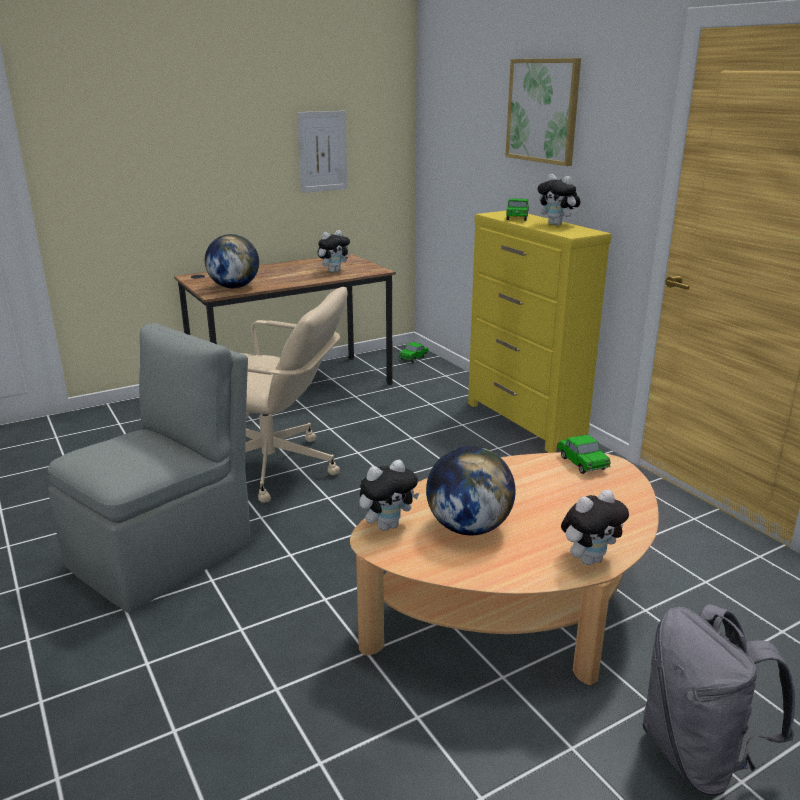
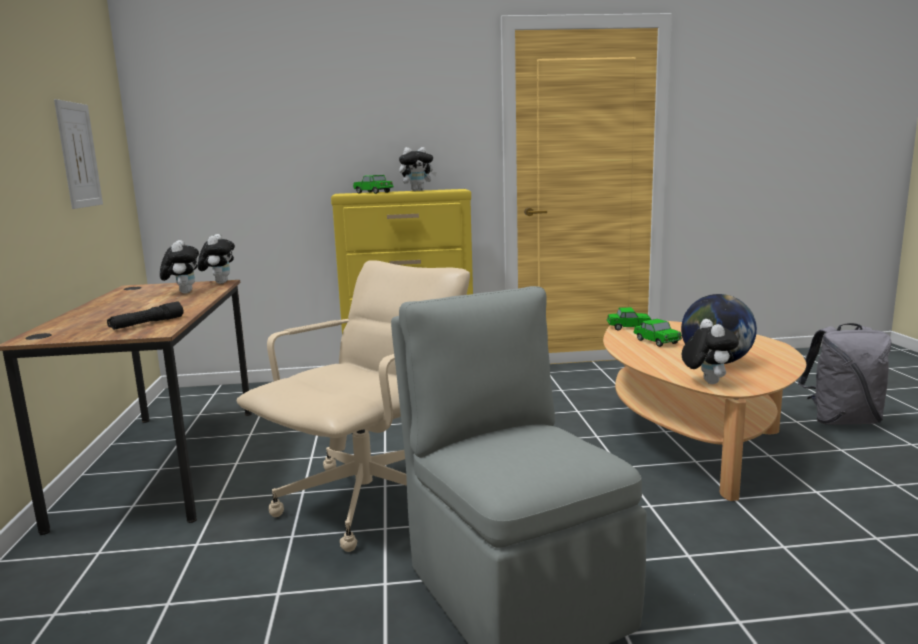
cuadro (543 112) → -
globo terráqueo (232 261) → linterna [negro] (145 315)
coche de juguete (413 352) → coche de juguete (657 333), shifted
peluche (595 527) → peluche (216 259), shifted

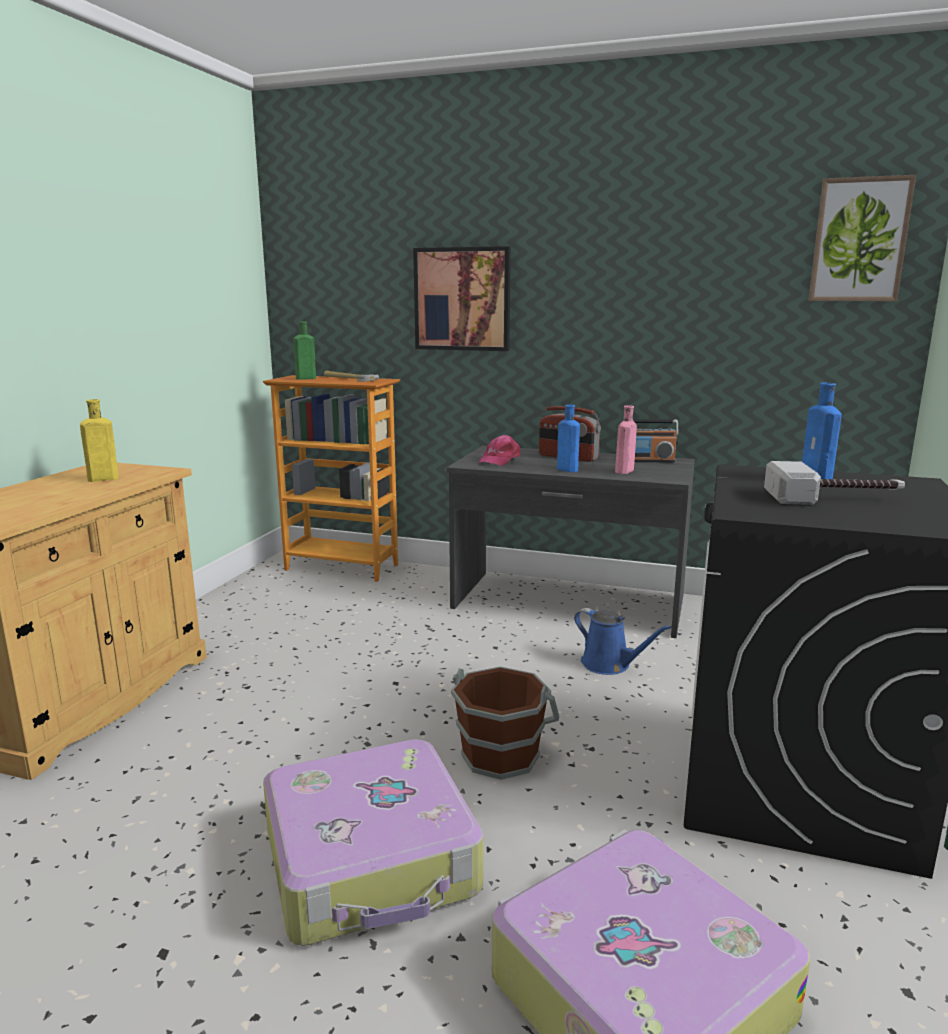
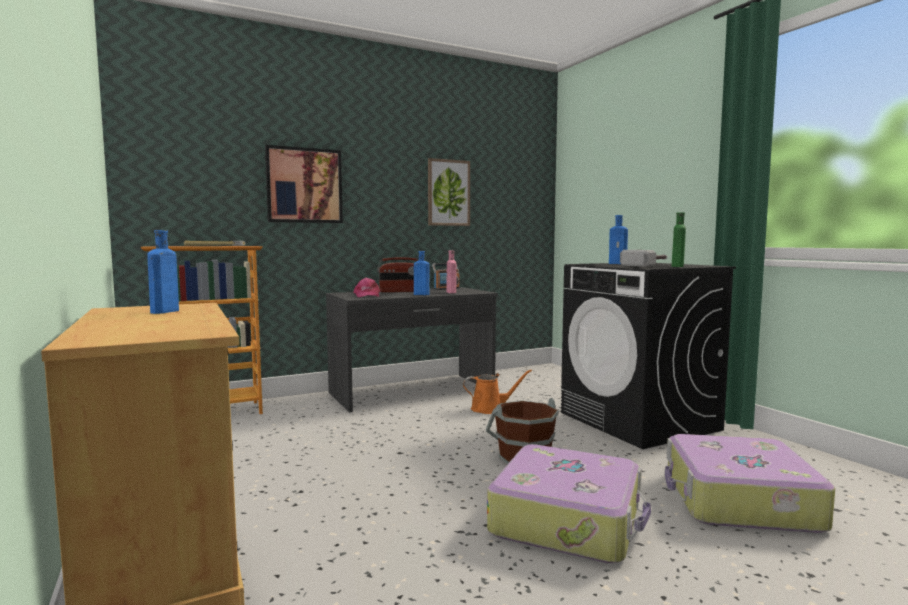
cuadro (862 238) → cuadro (449 192), shifted
botella [verde] (305 350) → botella [verde] (679 239), shifted
botella [amarillo] (99 440) → botella [azul] (163 272)
regadera [azul] (623 641) → regadera [naranja] (497 392)

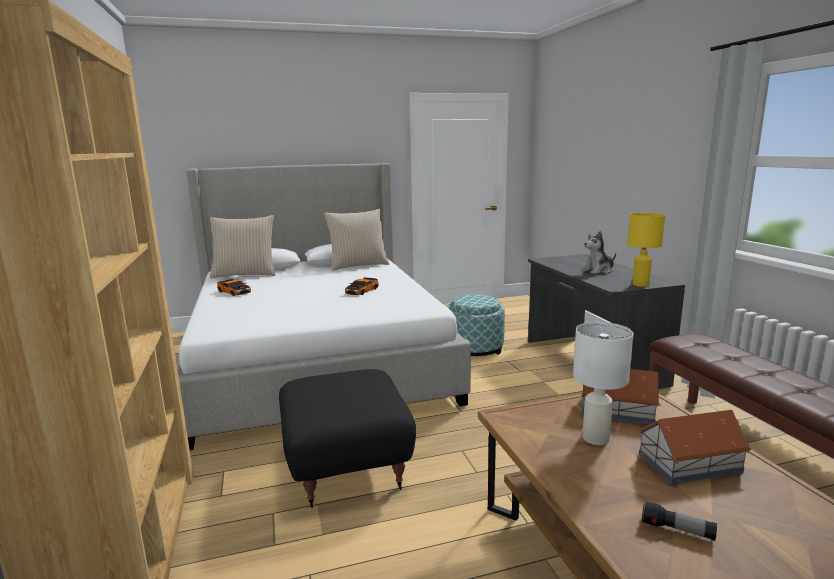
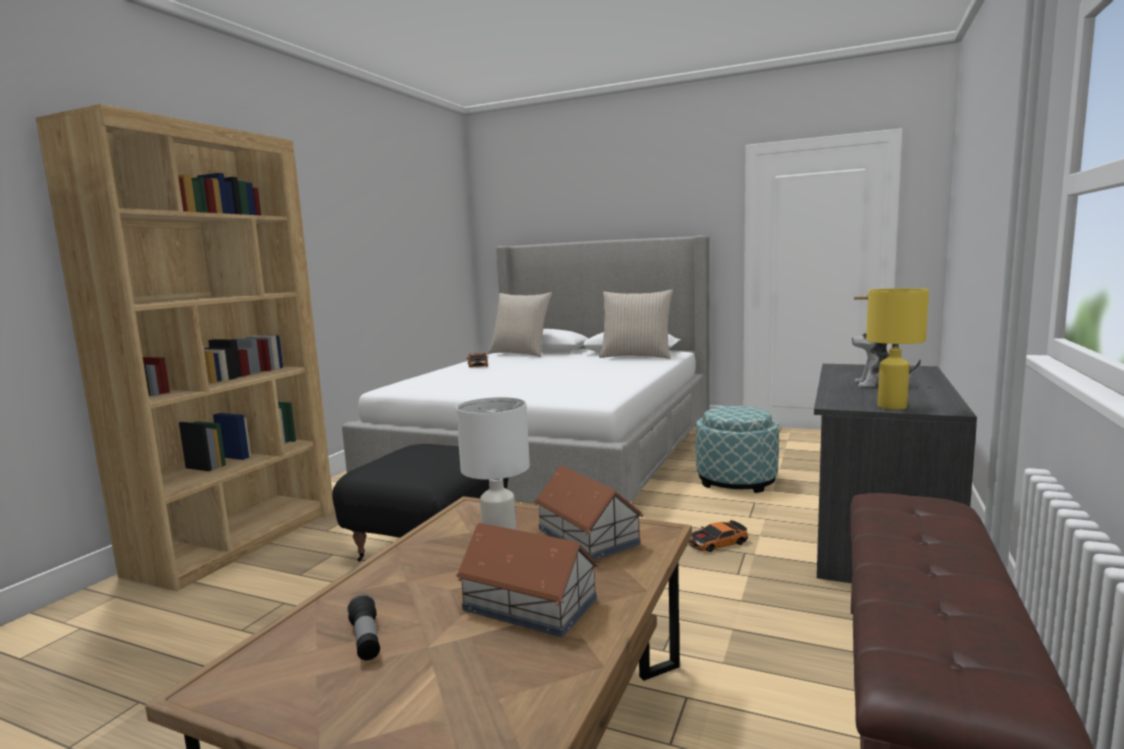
coche de juguete (361 286) → coche de juguete (718 536), shifted

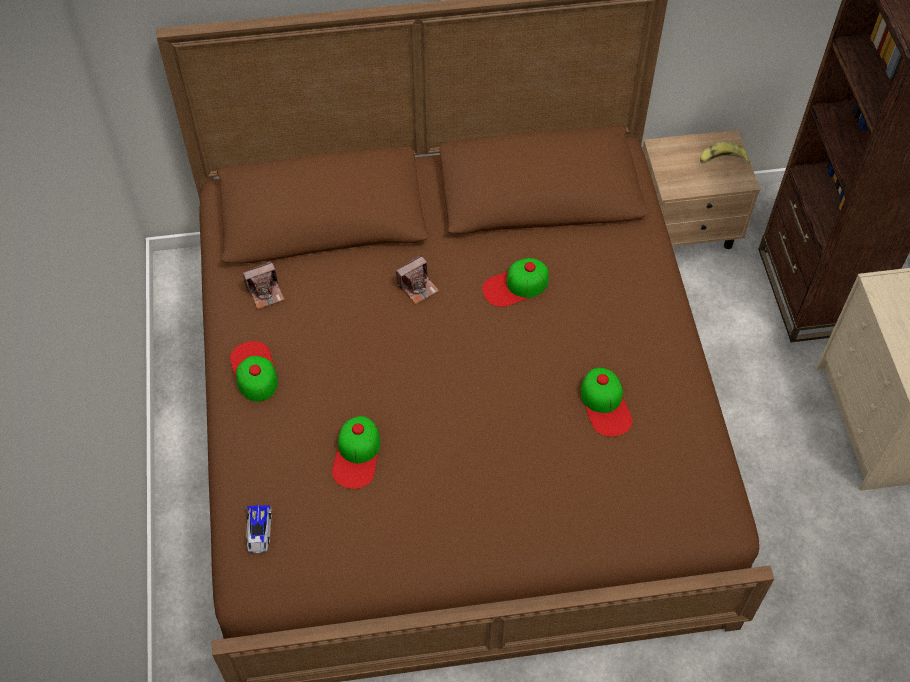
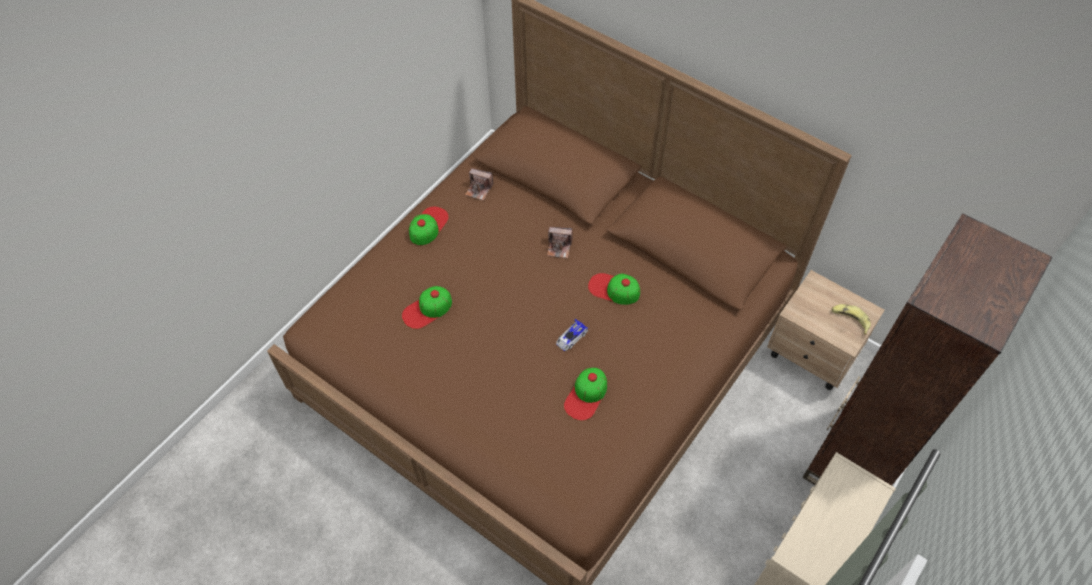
coche de juguete (259 529) → coche de juguete (572 335), shifted

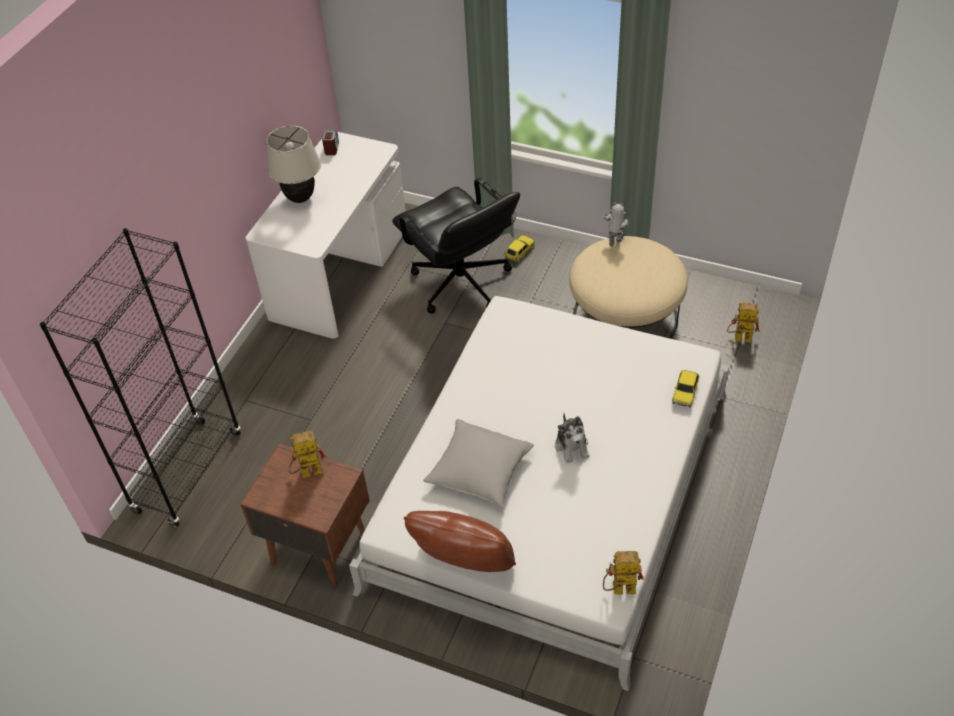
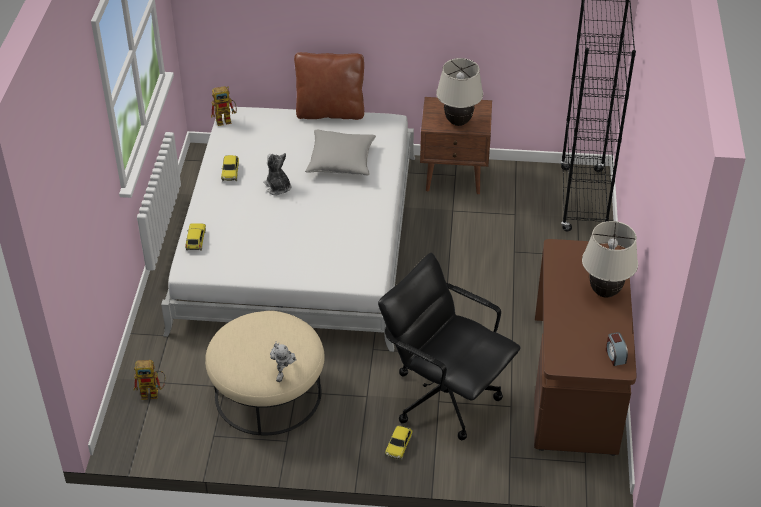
escritorio [blanco] (326 235) → escritorio [marrón] (585 347)
robot de juguete (308 454) → lámpara de mesa [beis] (459 92)
- → coche de juguete (230 168)

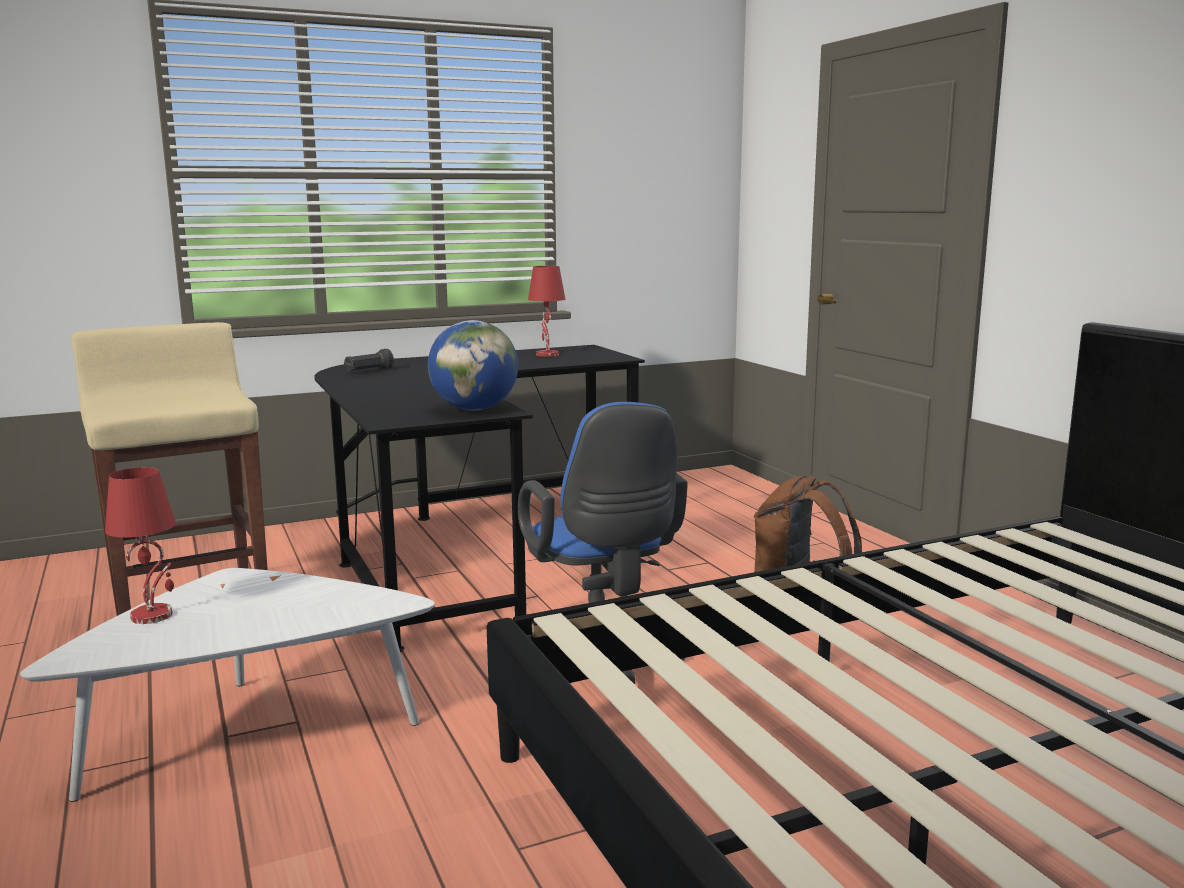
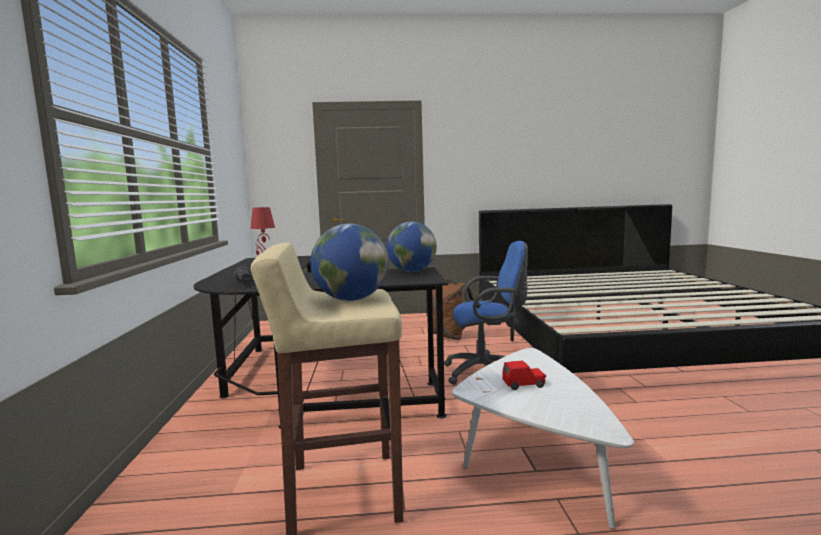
lámpara de mesa [rojo] (140 545) → -
- → globo terráqueo (349 262)
- → coche de juguete [rojo] (524 375)

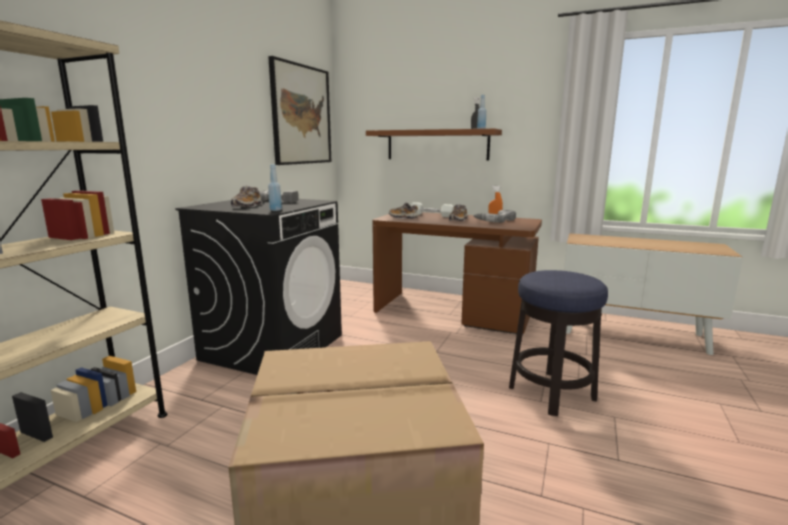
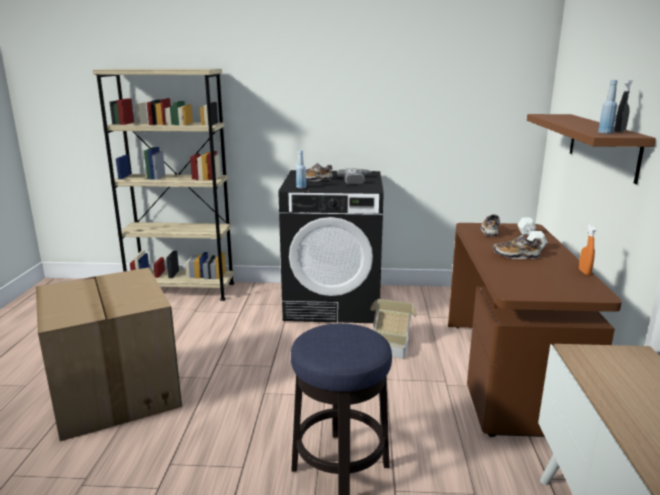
cuadro (299 110) → -
taladro (494 216) → -
- → caja de cartón (393 329)

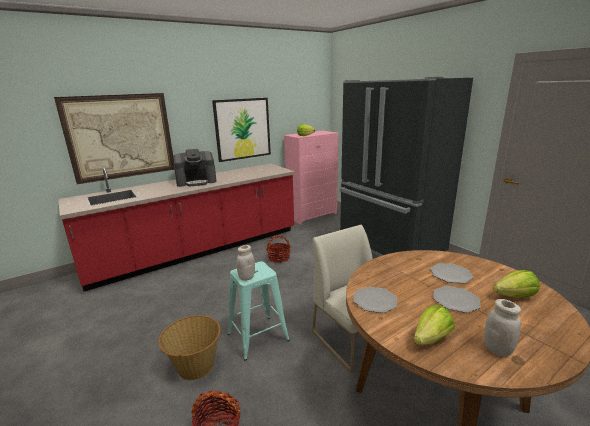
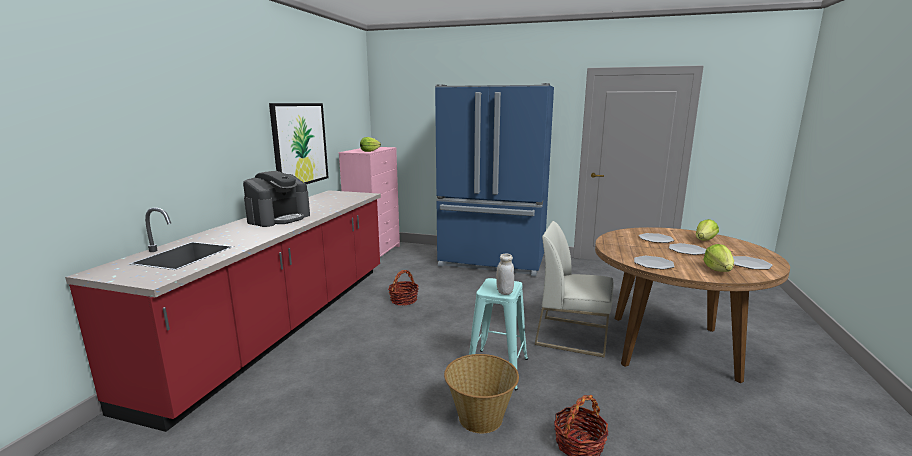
nevera [negro] (406 166) → nevera [azul] (494 180)
cuadro (114 138) → -
tarro [blanco] (502 328) → plato (753 262)

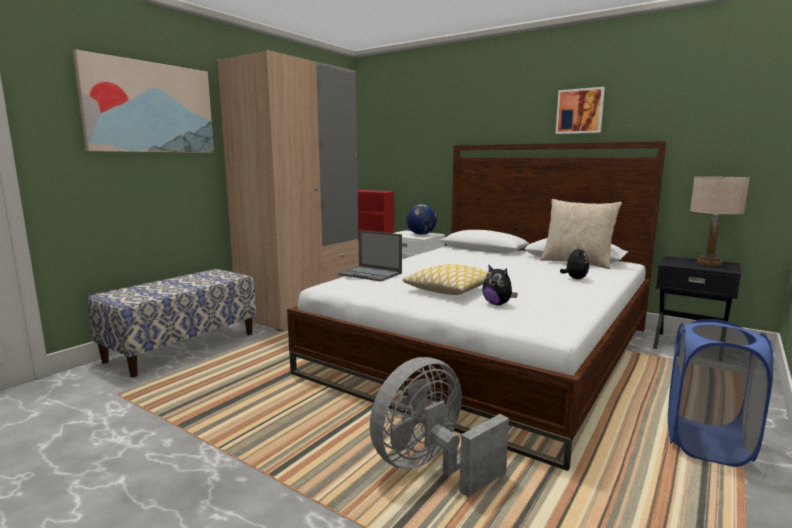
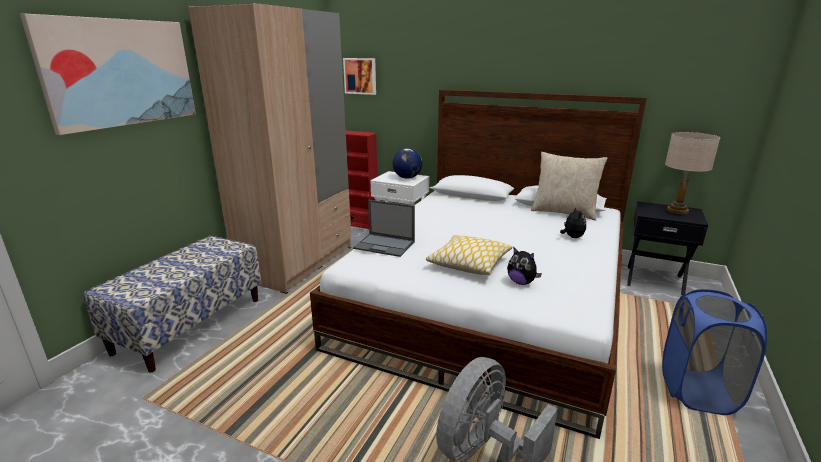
cuadro (580 110) → cuadro (359 76), shifted

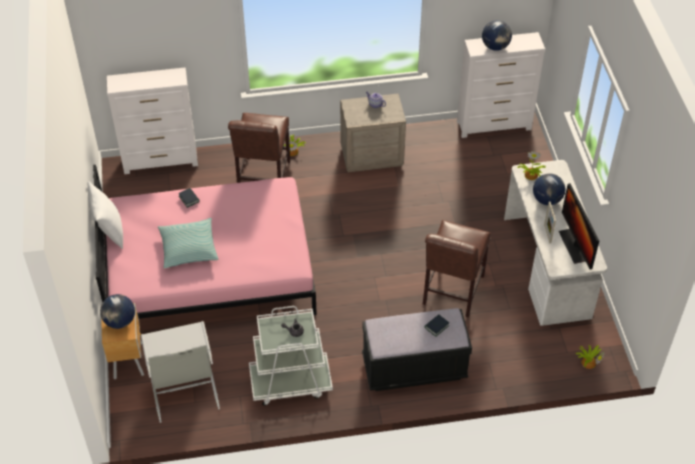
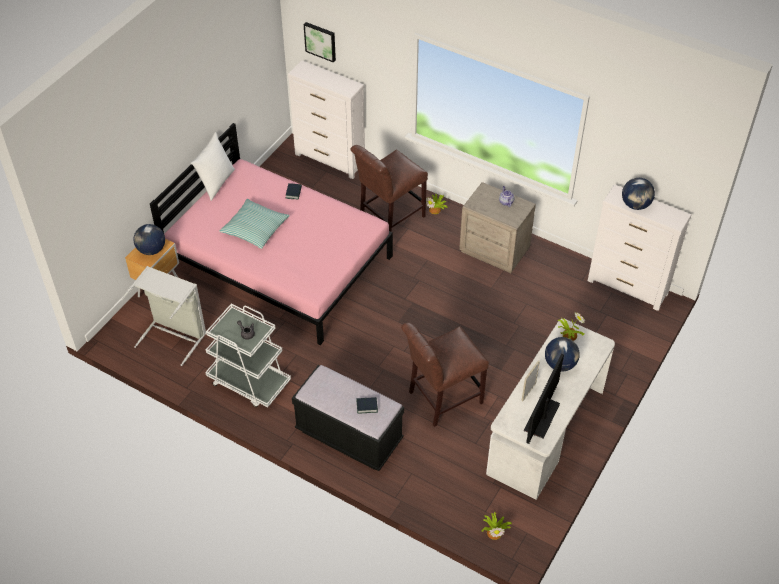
- → cuadro (320 42)

